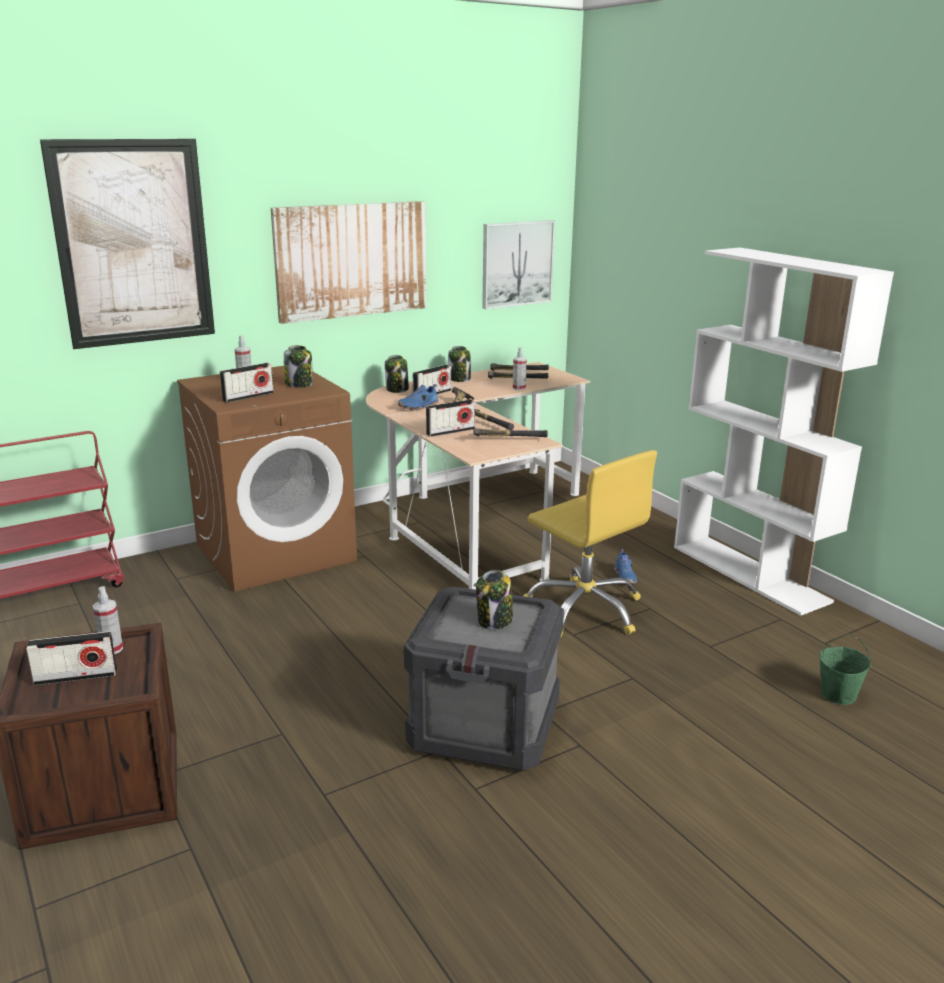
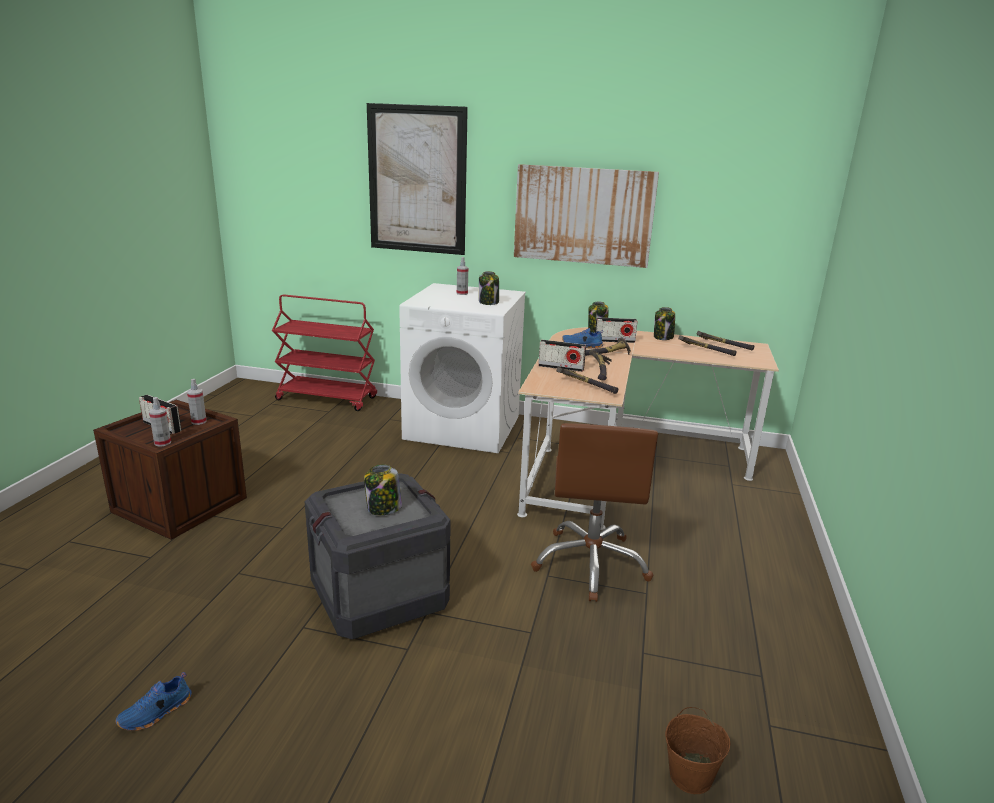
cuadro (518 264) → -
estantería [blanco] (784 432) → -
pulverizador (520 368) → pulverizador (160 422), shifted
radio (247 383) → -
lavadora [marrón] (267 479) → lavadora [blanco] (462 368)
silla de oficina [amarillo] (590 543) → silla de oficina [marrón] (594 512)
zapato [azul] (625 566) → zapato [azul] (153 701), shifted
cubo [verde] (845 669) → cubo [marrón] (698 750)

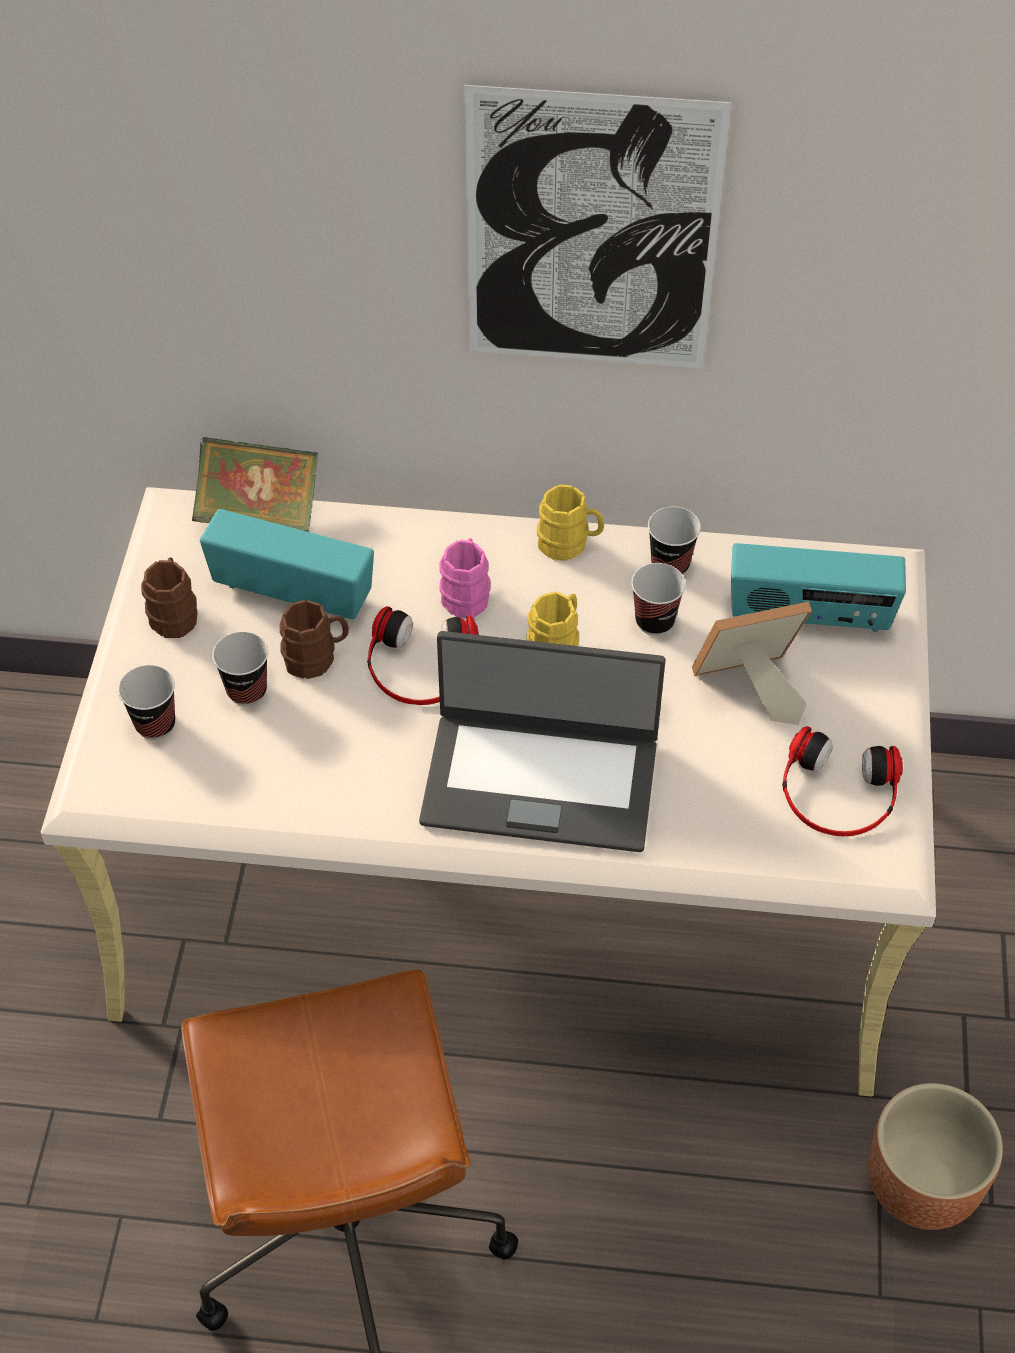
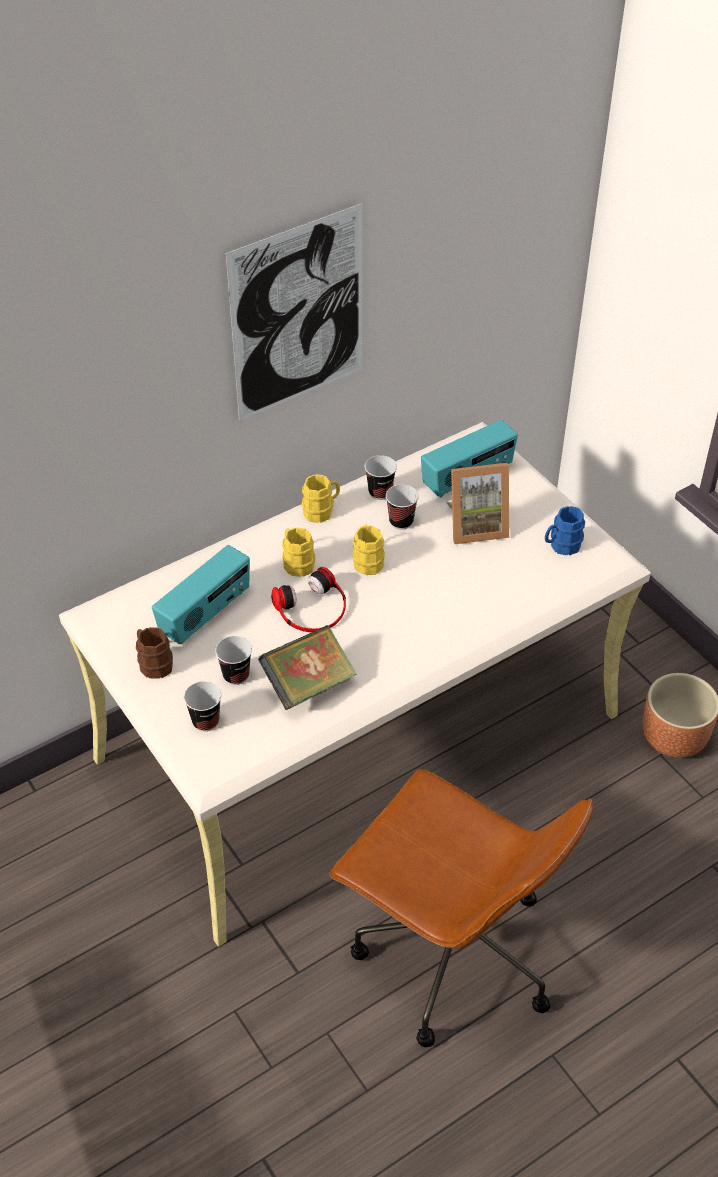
libro (255 484) → libro (307 667), shifted
radio (287 564) → radio (201 594), 150 degrees clockwise
taza grande [rosa] (465 578) → taza grande [amarillo] (298 552)
taza grande [marrón] (314 639) → -
portarretratos (752 663) → portarretratos (477 503), 135 degrees counterclockwise
portátil (542 741) → -
auriculares (842 781) → taza grande [azul] (565 531)

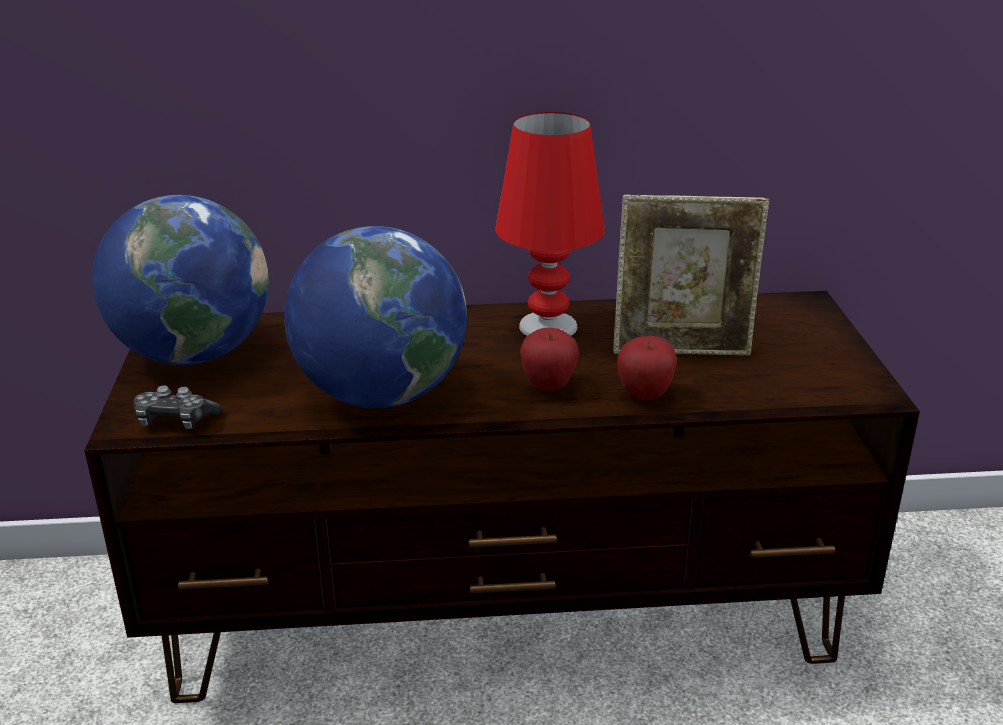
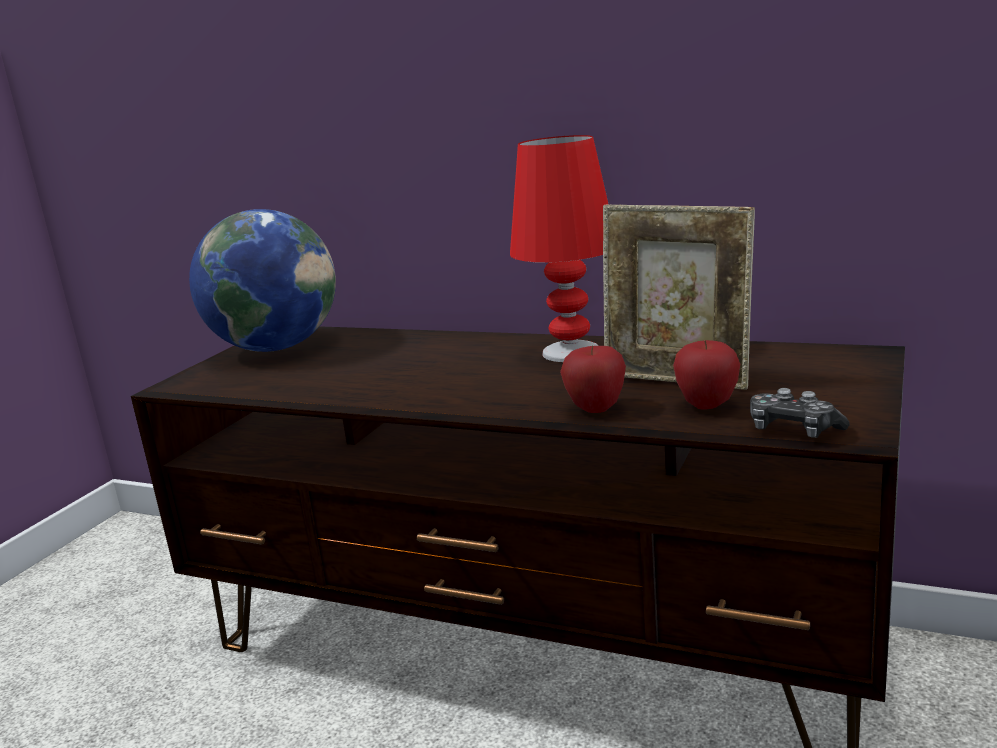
globo terráqueo (375 317) → -
manzana (550 359) → manzana (706 375), shifted
mando de consola (177 407) → mando de consola (800 413), shifted

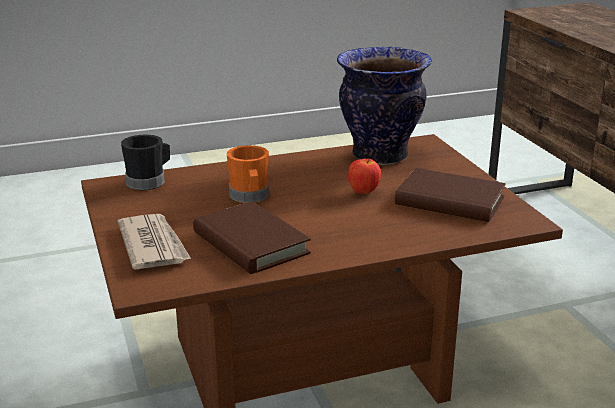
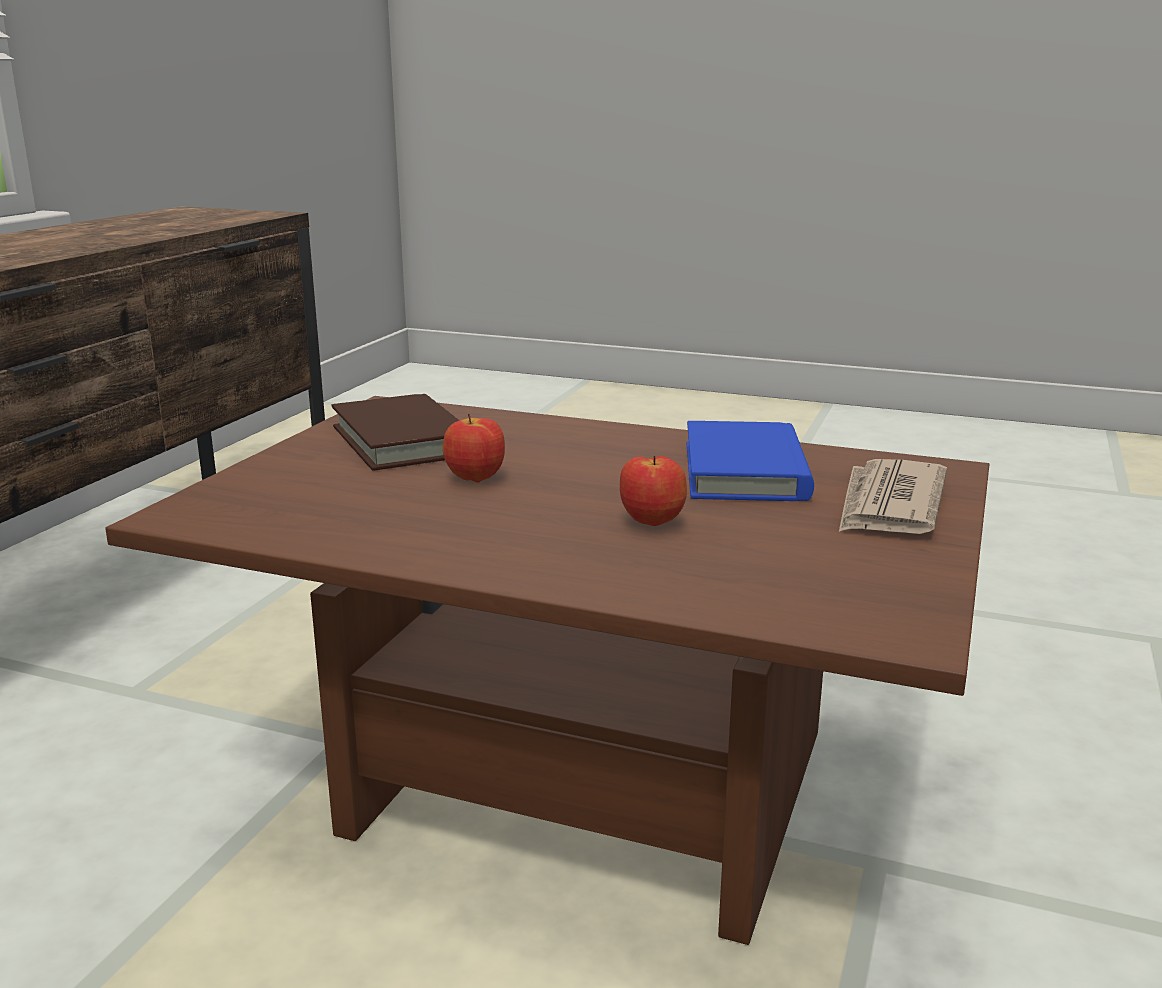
florero (384 106) → -
taza grande [negro] (145 162) → -
taza grande [naranja] (248 174) → manzana (653 491)
libro [marrón] (252 237) → libro [azul] (750 461)

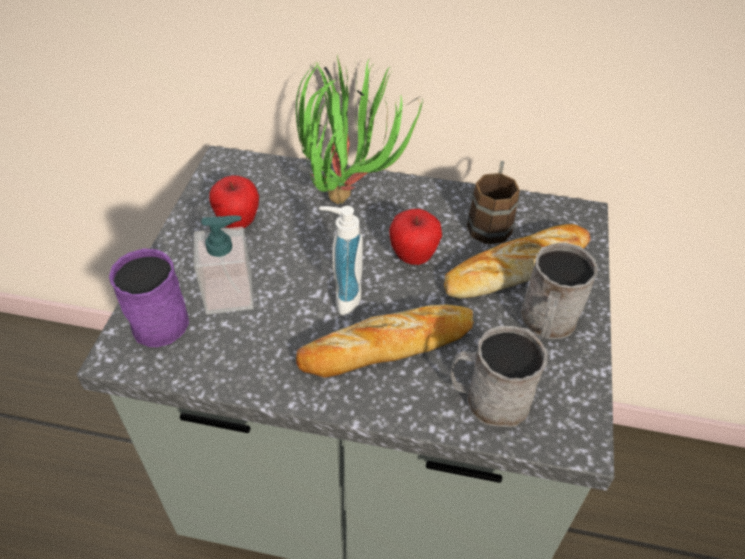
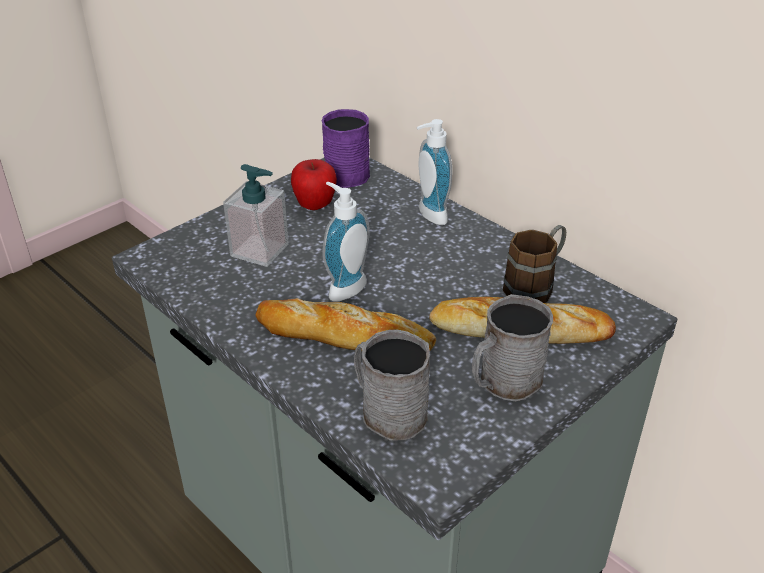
planta en maceta (359 129) → dispensador de jabón (434 172)
manzana (415 237) → -
taza grande [morado] (149 297) → taza grande [morado] (346 148), shifted

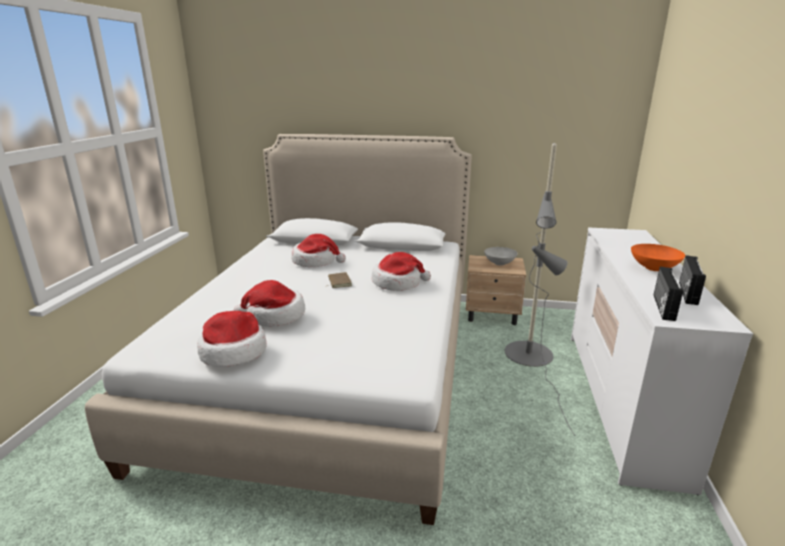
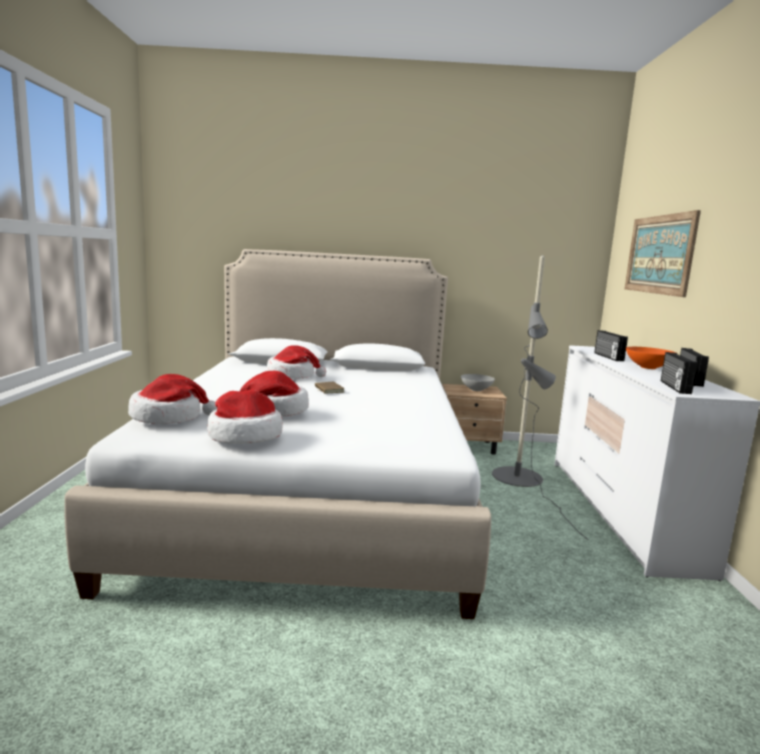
sombrero (401 271) → sombrero (172 399), shifted
- → cuadro (663 253)
- → radio (611 345)

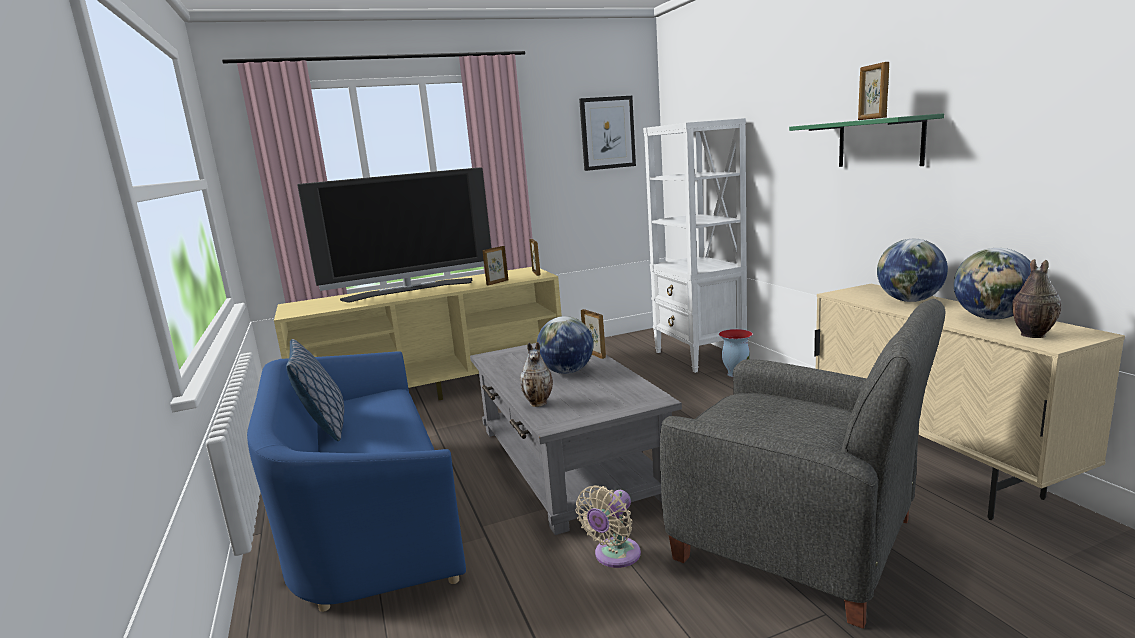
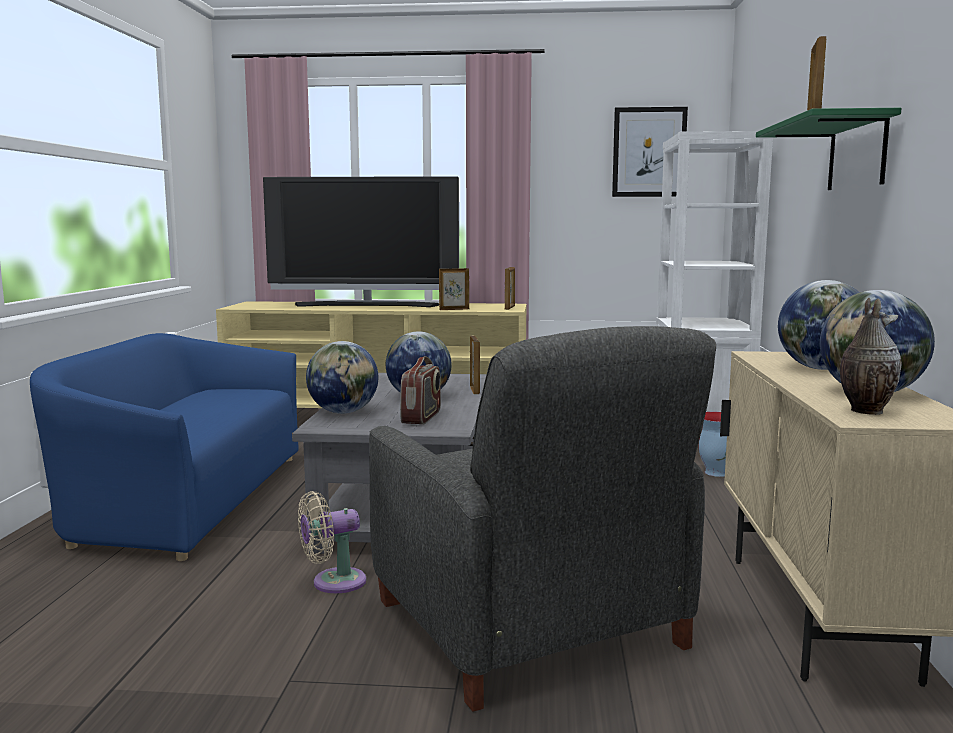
cojín (315 390) → -
florero (536 374) → globo terráqueo (342 377)
- → radio (420 390)

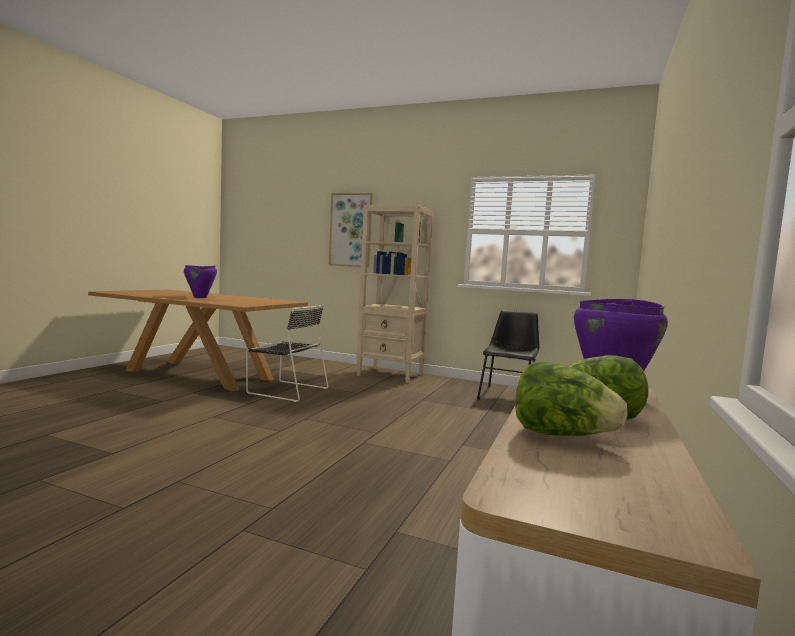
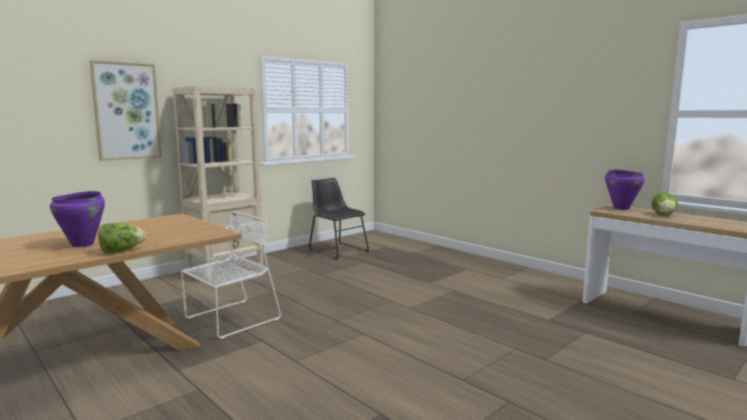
silla [negro] (287 353) → silla [blanco] (231 275)
lechuga (571 398) → lechuga (122 238), shifted

